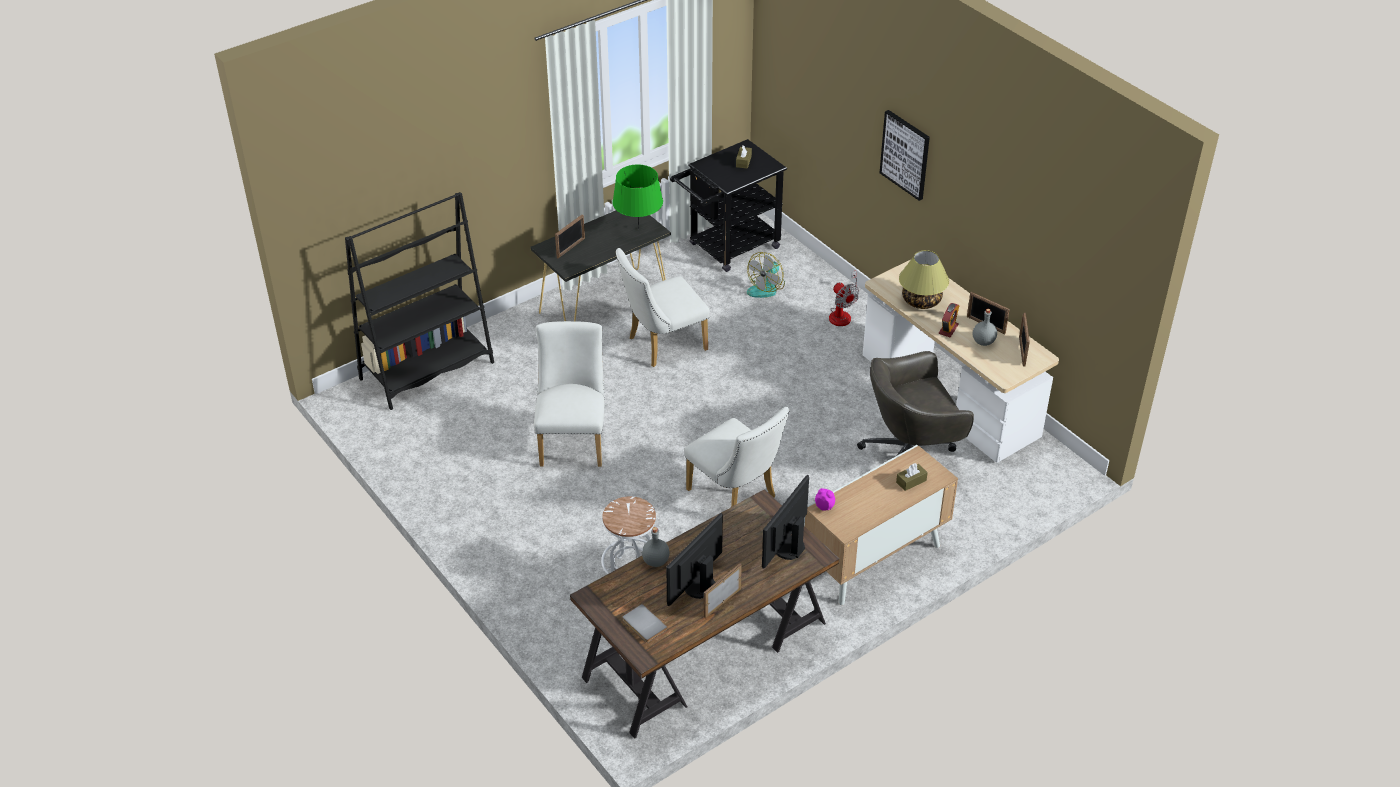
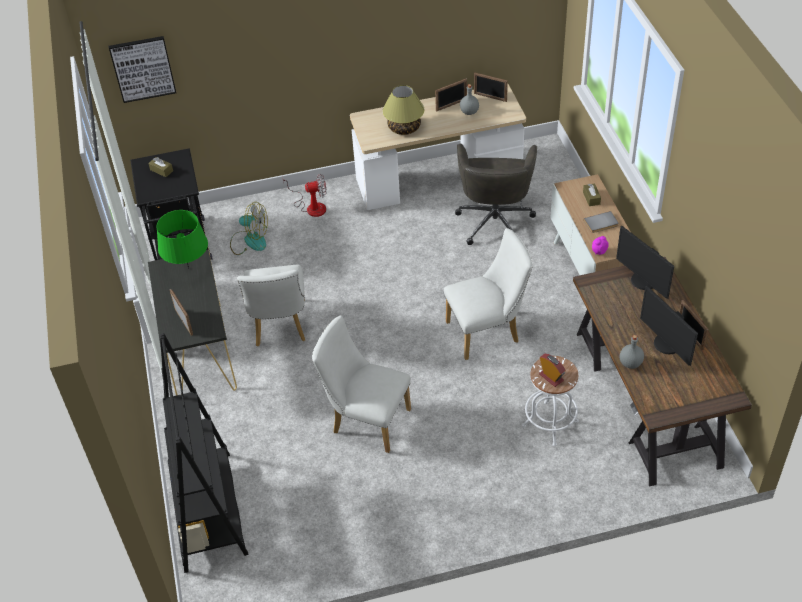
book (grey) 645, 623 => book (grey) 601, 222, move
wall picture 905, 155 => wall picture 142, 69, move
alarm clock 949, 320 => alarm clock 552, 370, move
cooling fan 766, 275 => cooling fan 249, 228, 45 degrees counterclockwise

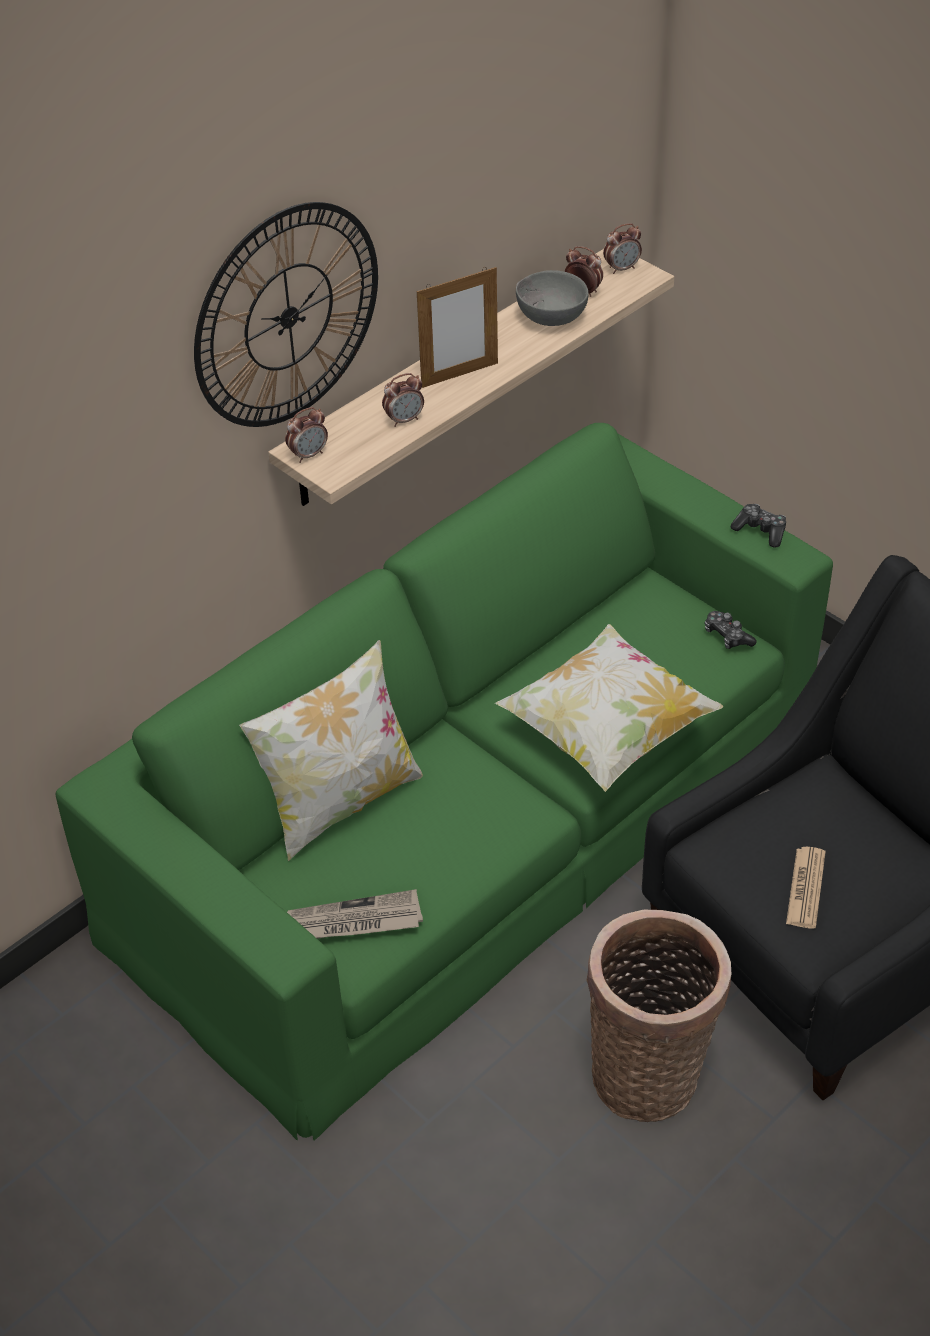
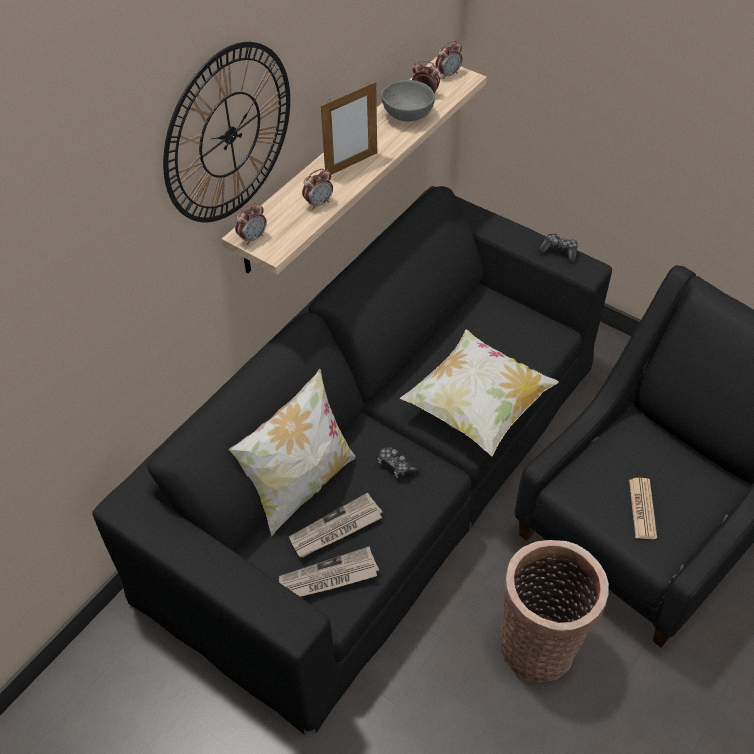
nothing => daily paper 335, 525
gamepad 731, 630 => gamepad 398, 462, move
settee (greenish) 444, 782 => settee (black-coloured) 352, 460

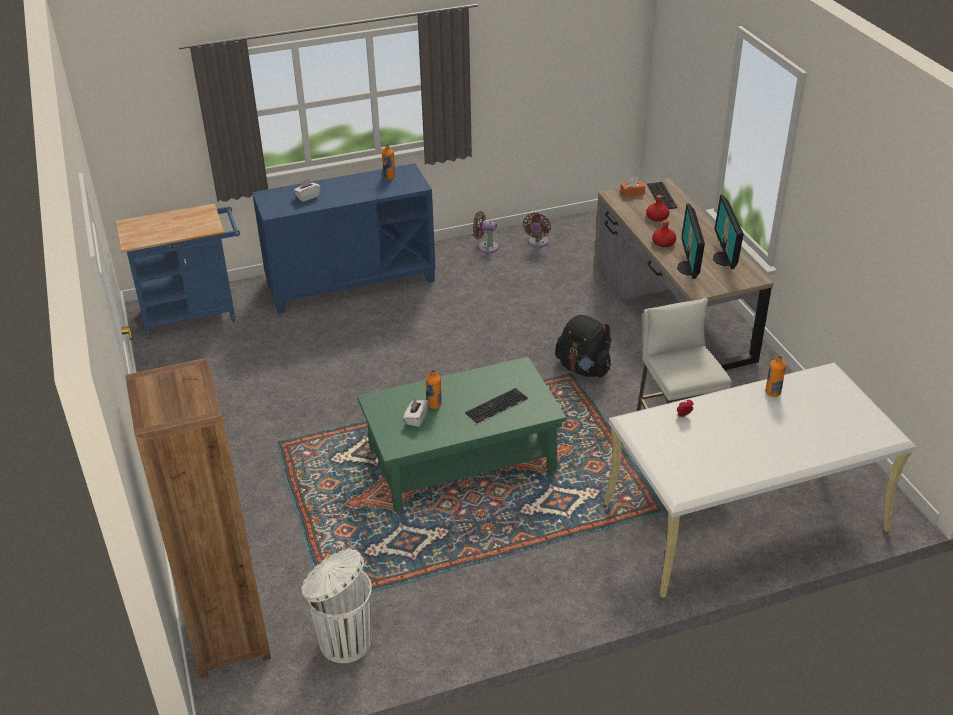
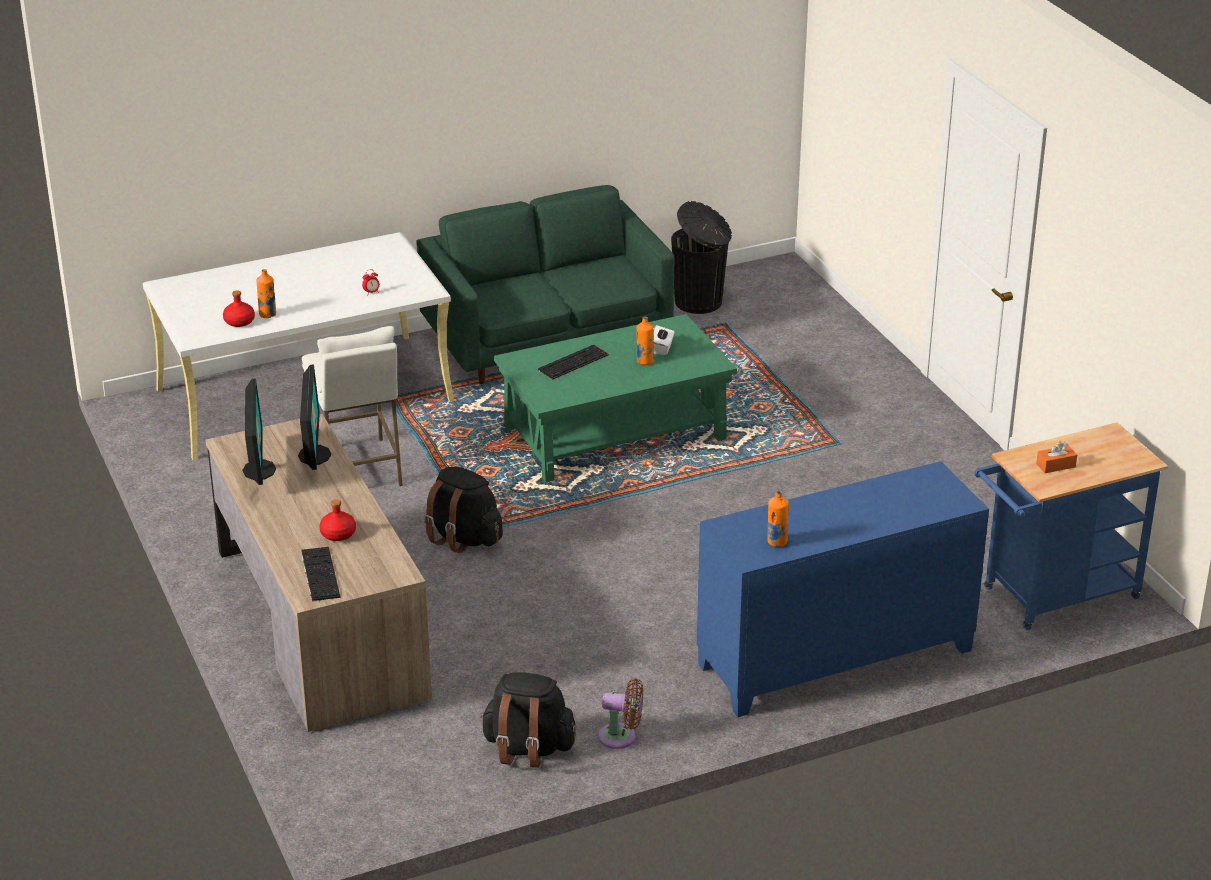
bookcase (brown-coloured) 198, 518 => nothing
box of tissues (white) 307, 190 => nothing
nothing => settee (greenish) 545, 284
box of tissues (orangey) 632, 187 => box of tissues (orangey) 1056, 457, move
drink bottle (reddish) 664, 233 => drink bottle (reddish) 239, 308, move
cooling fan (brown-coloured) 537, 230 => knapsack (black-coloured) 528, 720
waste bin (white) 336, 606 => waste bin (black-coloured) 701, 257

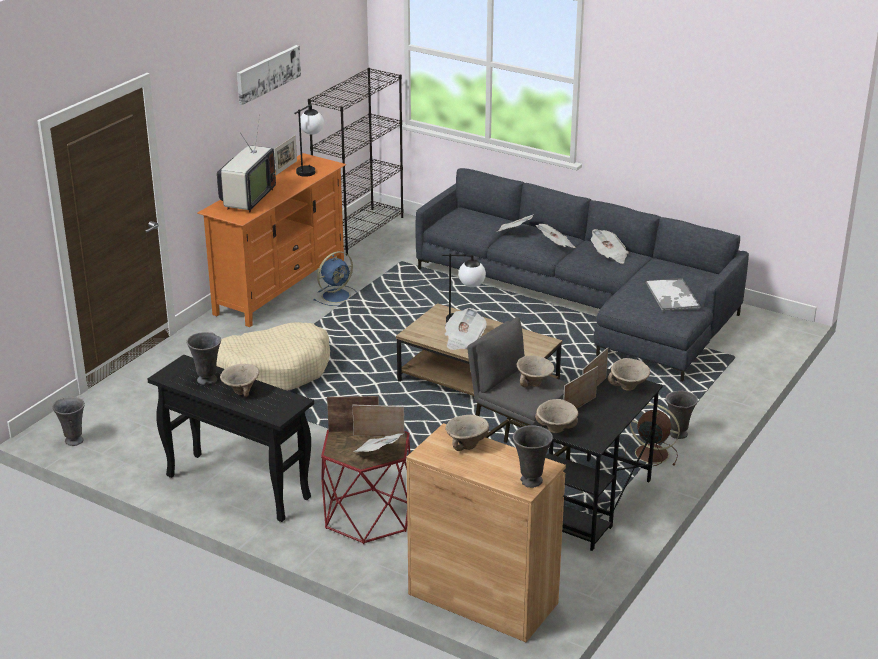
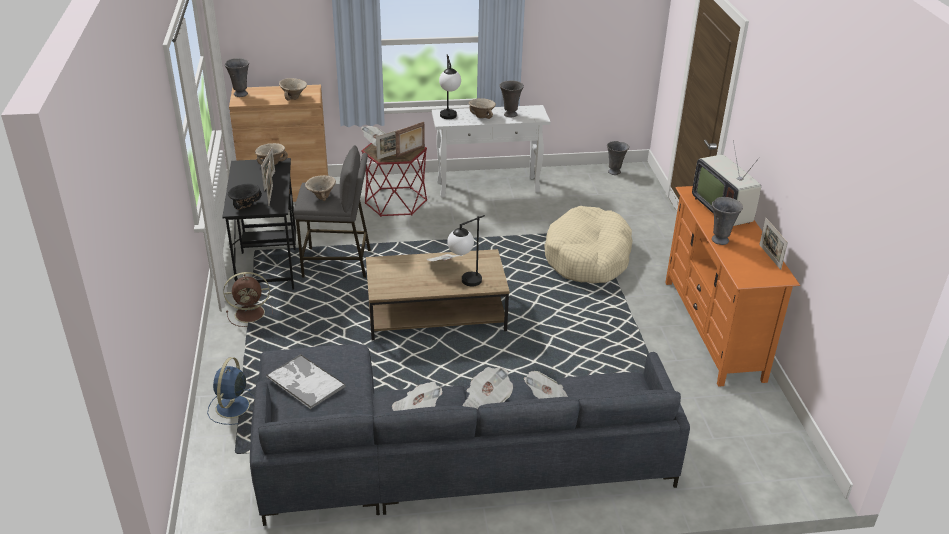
wall picture 269, 75 => nothing
bookcase (black-coloured) 355, 161 => nothing
tabletop lamp 309, 140 => tabletop lamp 450, 87, move
cooling fan (bluish) 335, 278 => cooling fan (bluish) 230, 391, move
decorative vase (grey) 682, 415 => decorative vase (grey) 727, 221, move
hall table (black-coloured) 231, 438 => hall table (white) 491, 151
serving bowl (sand-coloured) 629, 374 => serving bowl (black-coloured) 245, 197

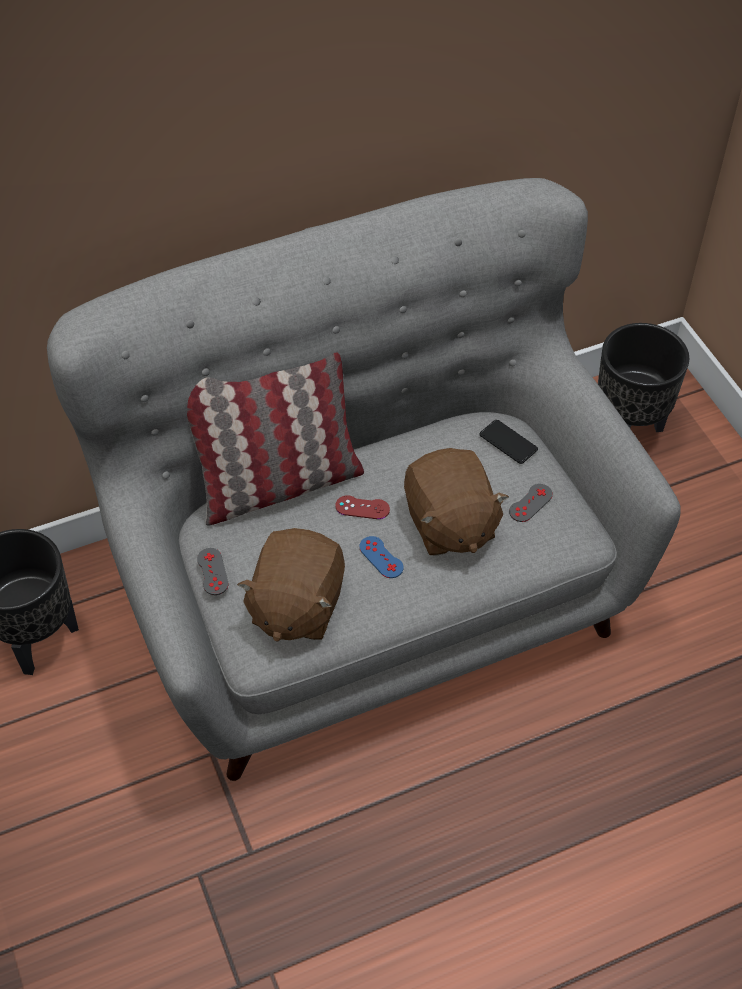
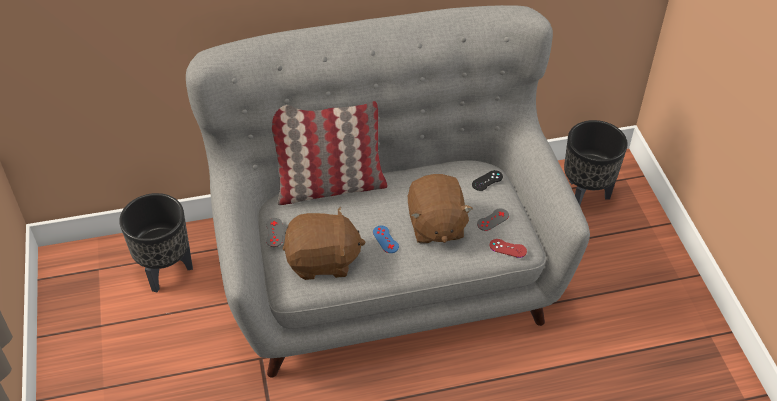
gamepad (reddish) 362, 507 => gamepad (reddish) 508, 248, move
phone 508, 442 => gamepad (black-coloured) 487, 180
cuddly toy (brown-coloured) 291, 585 => cuddly toy (brown-coloured) 324, 243, 120 degrees counterclockwise

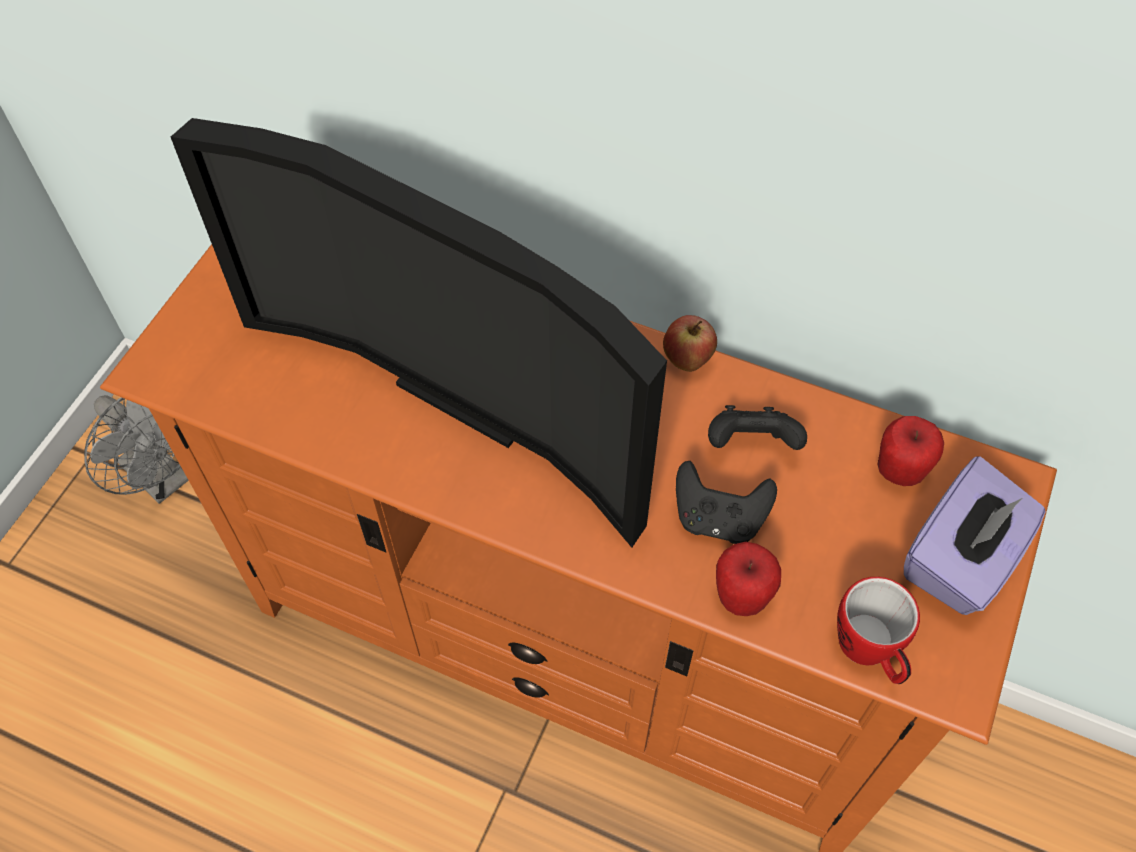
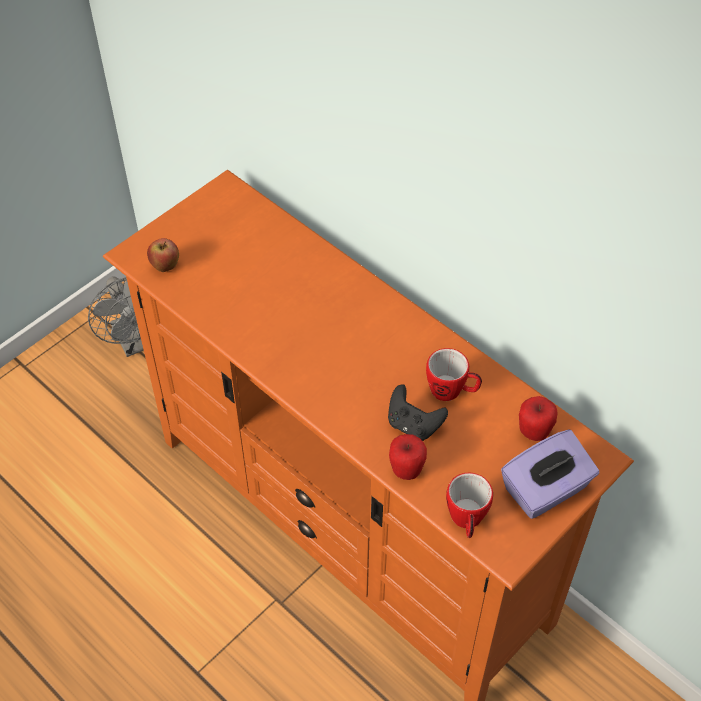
television 419, 332 => nothing
apple 690, 343 => apple 163, 255, move
gamepad (black-coloured) 757, 427 => tea mug 454, 374

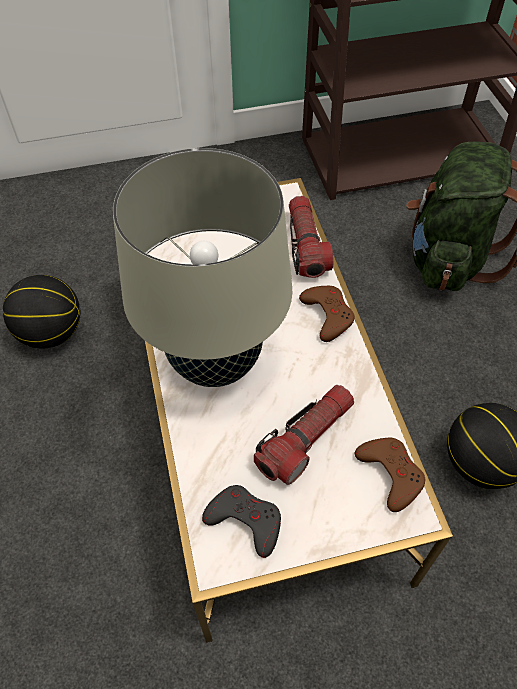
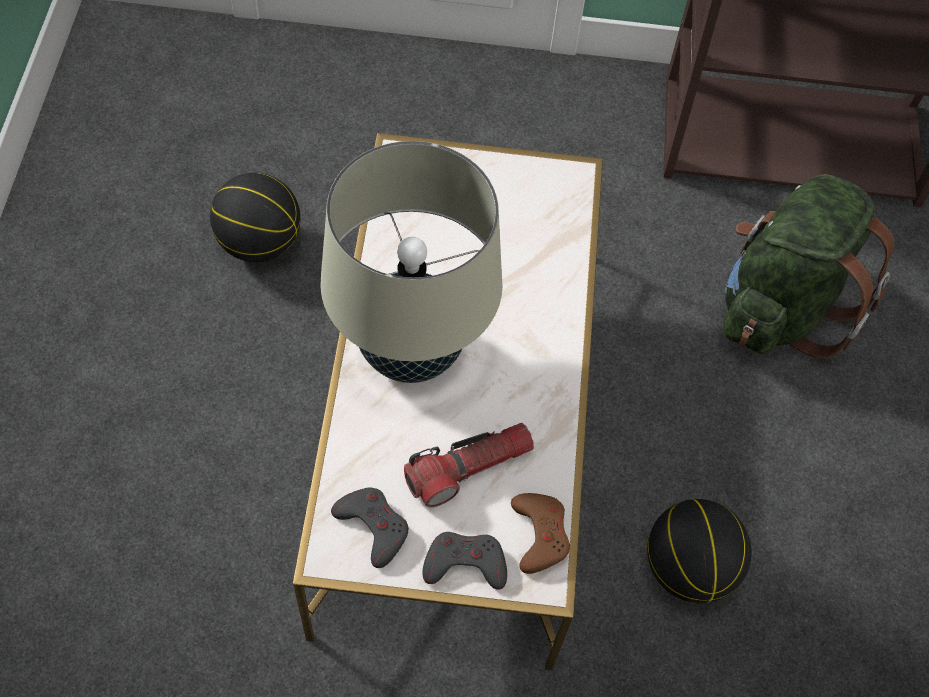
flashlight 311, 237 => nothing
gamepad (brown-coloured) 327, 314 => nothing
nothing => gamepad (grey) 464, 561

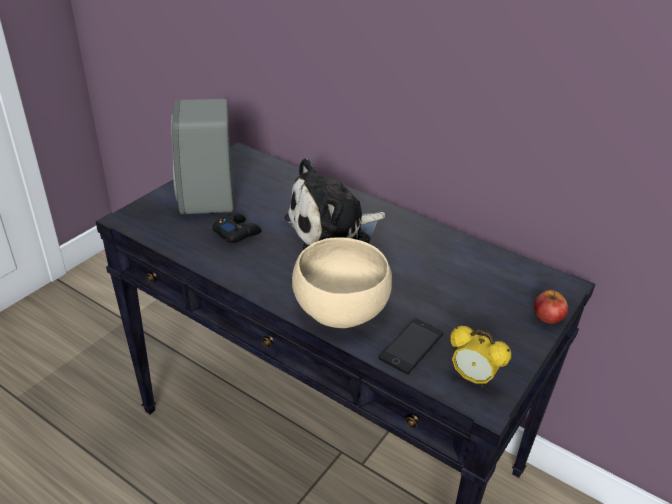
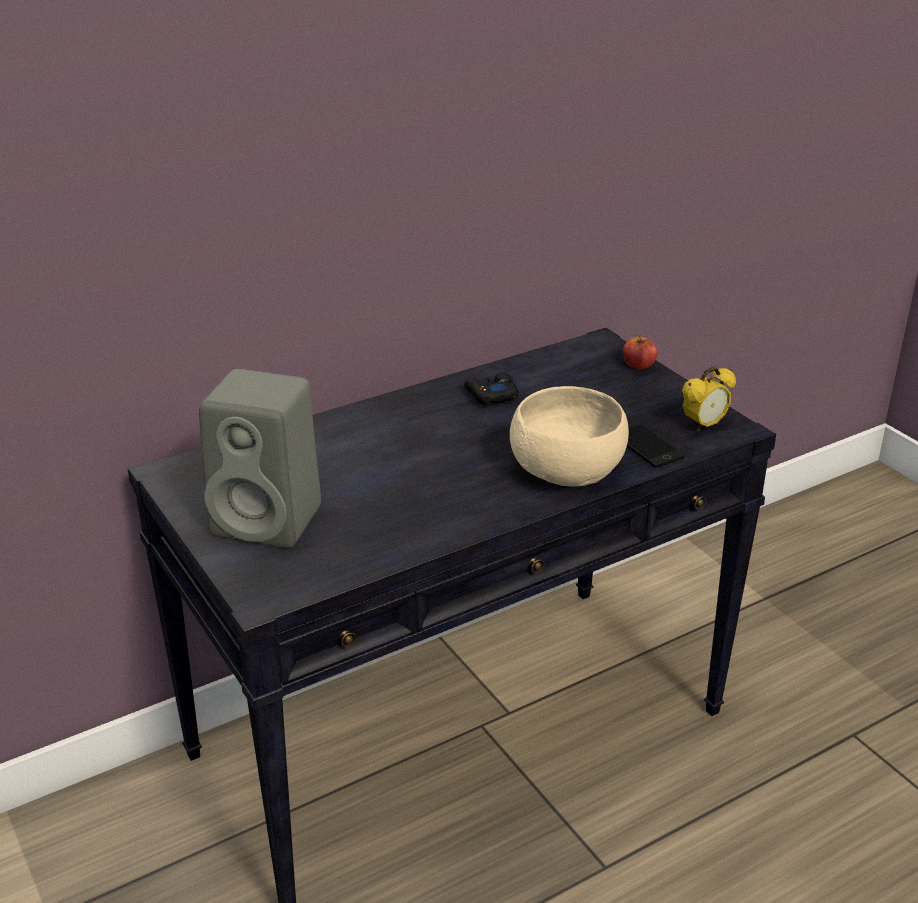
cuddly toy 335, 204 => nothing
gamepad (black-coloured) 237, 227 => gamepad (black-coloured) 491, 388, move

